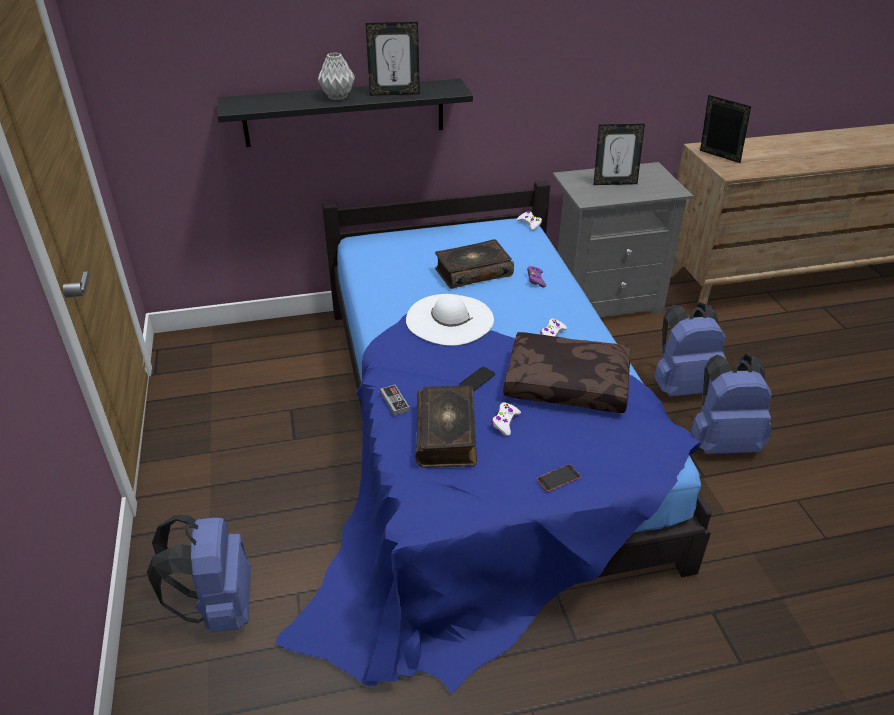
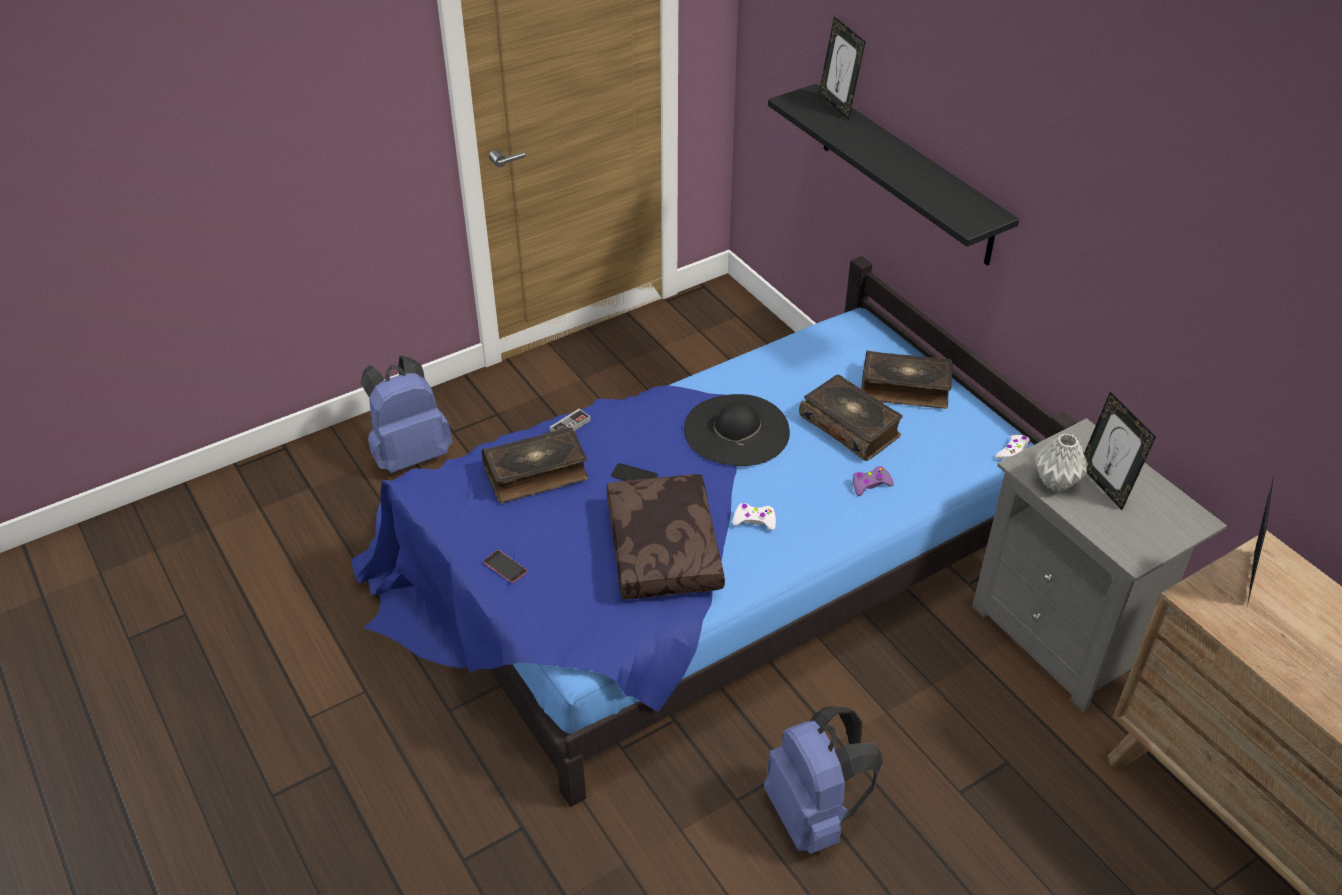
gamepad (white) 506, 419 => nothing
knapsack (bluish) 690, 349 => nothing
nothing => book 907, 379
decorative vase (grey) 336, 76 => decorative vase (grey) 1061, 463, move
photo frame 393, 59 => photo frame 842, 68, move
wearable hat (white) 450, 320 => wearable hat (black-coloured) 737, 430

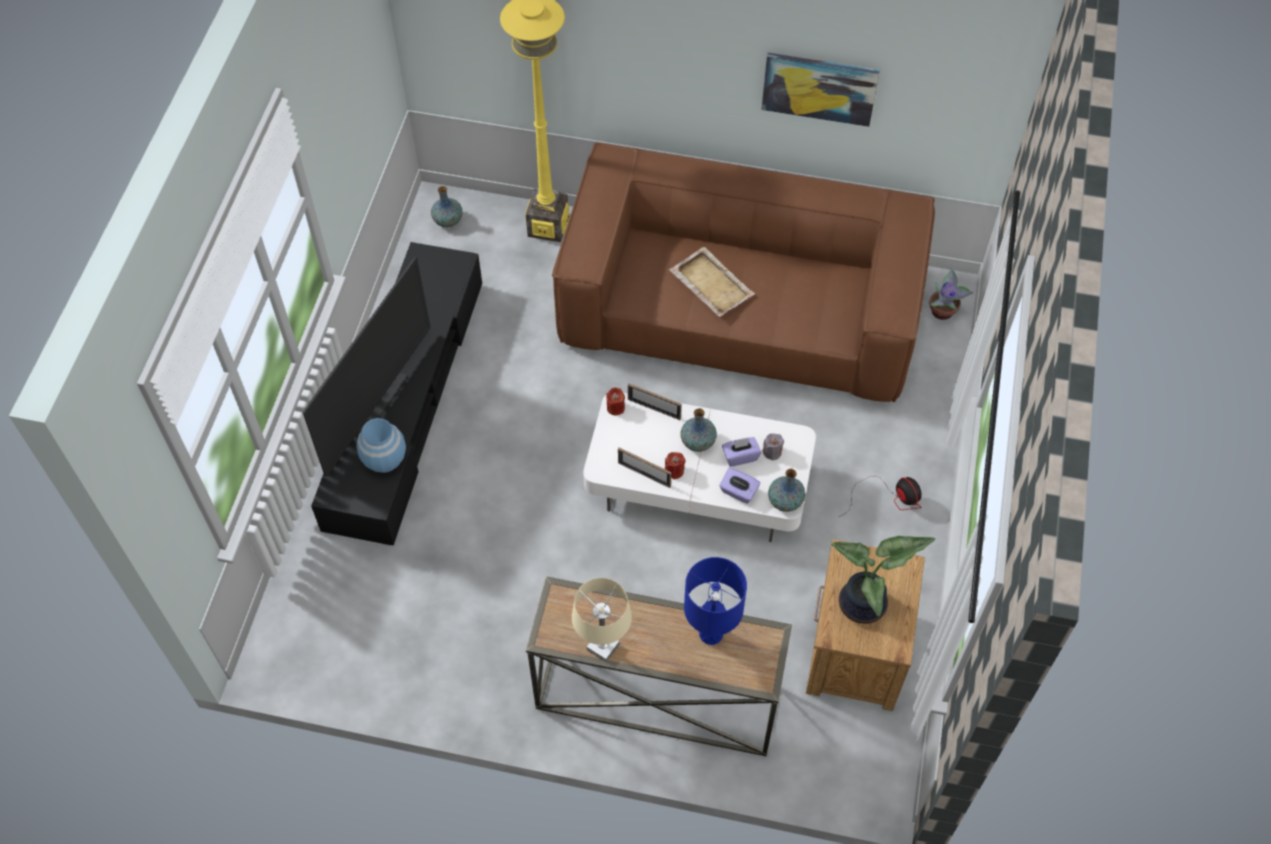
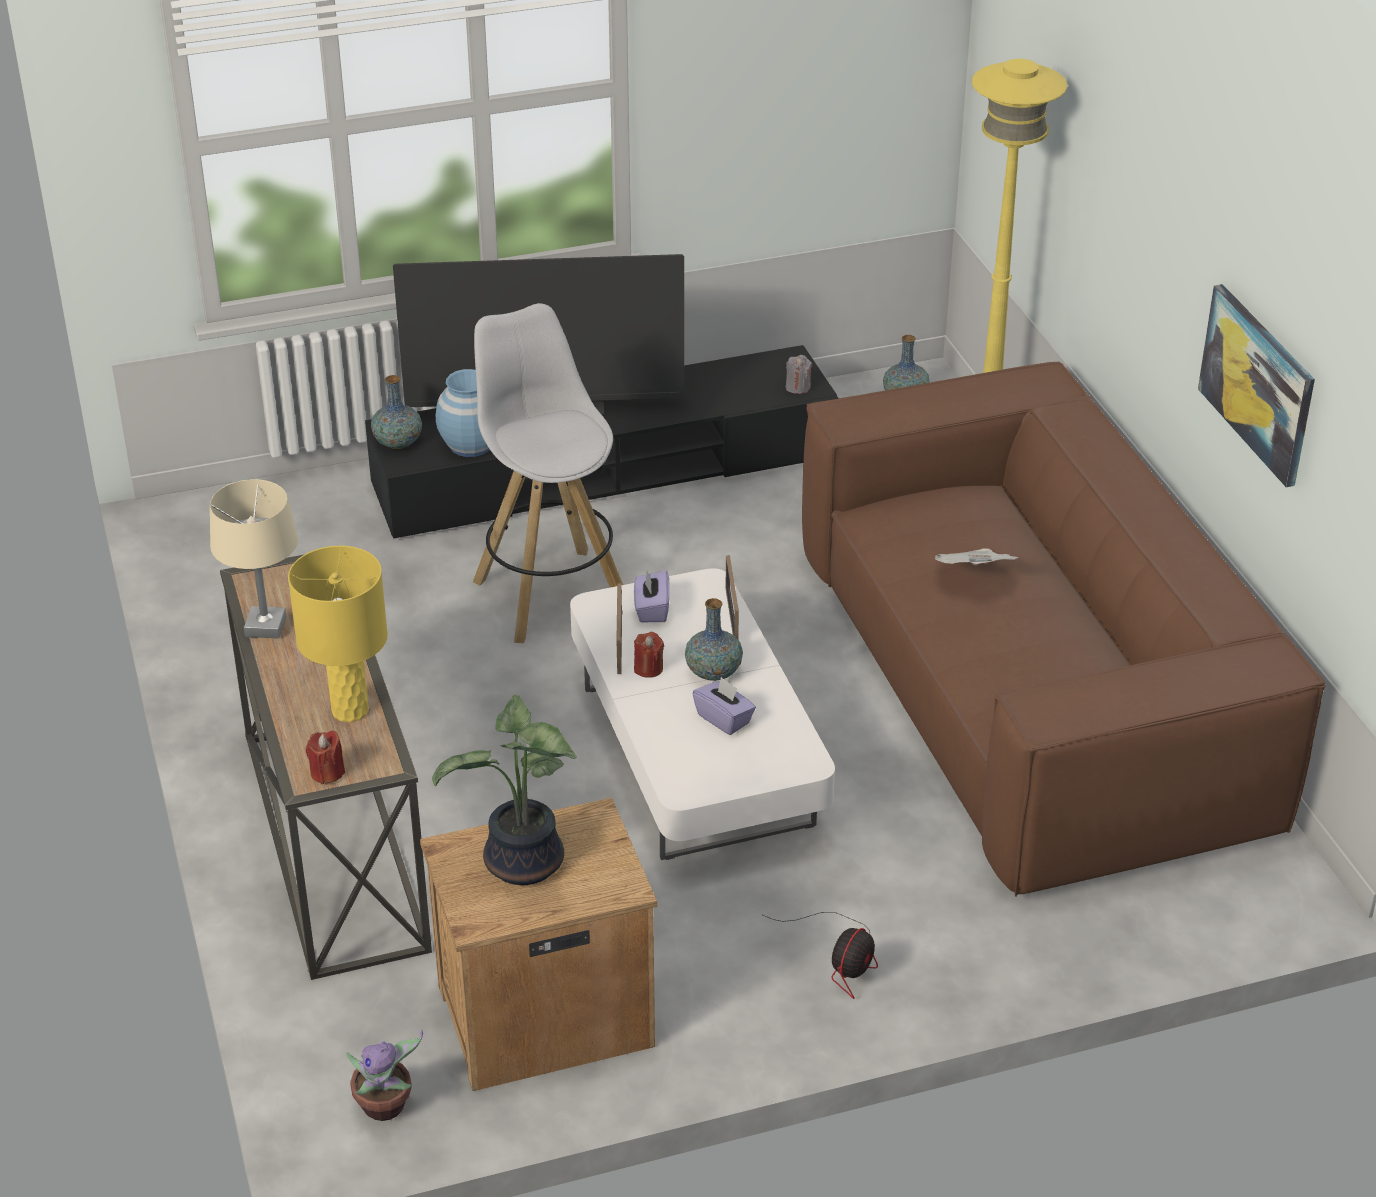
nothing => stool (white) 548, 473
wax candle (reddish) 615, 401 => wax candle (reddish) 325, 757, move
box of tissues (purple) 739, 486 => box of tissues (purple) 652, 596, move
wax candle (grey) 773, 447 => wax candle (grey) 799, 374, move
decorative vase 786, 490 => decorative vase 396, 412, move
houseplant 951, 293 => houseplant 384, 1075, move
serving tray (sand-coloured) 712, 282 => daily paper 977, 557
tabletop lamp (bluish) 715, 601 => tabletop lamp (yellow) 338, 634

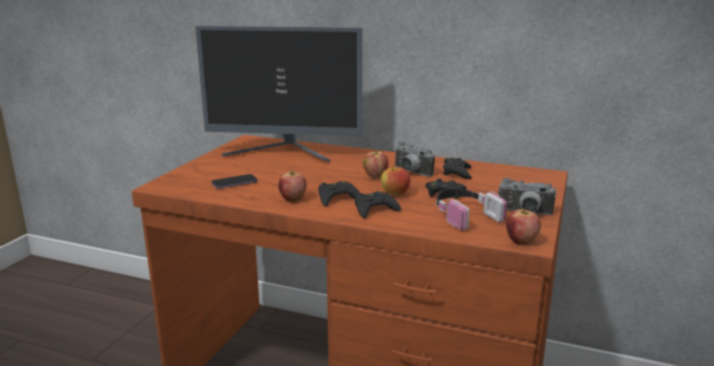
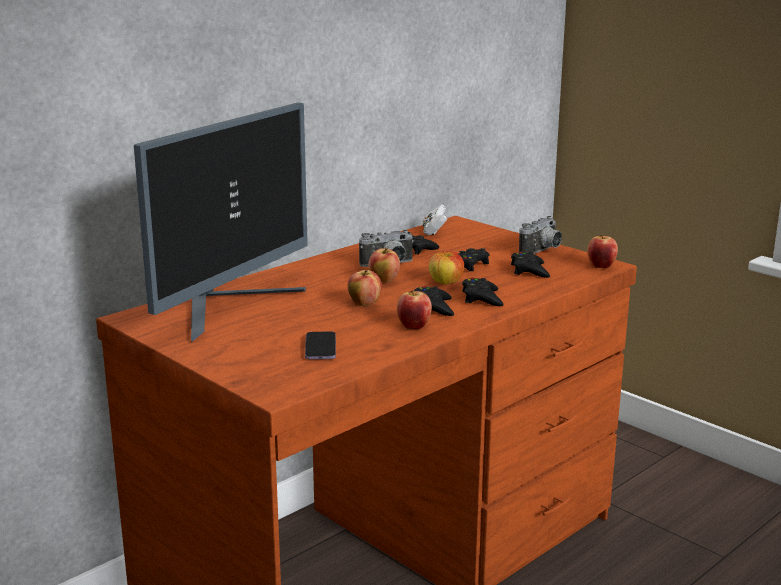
nothing => apple 364, 288
nothing => gamepad (white) 435, 220
pair of headphones 471, 209 => gamepad (black-coloured) 530, 265

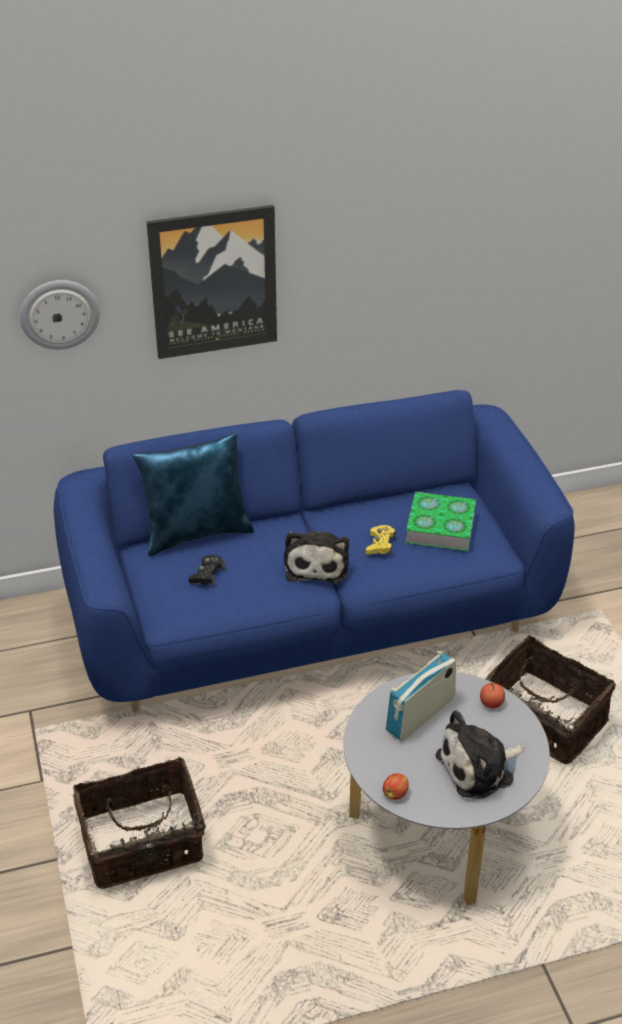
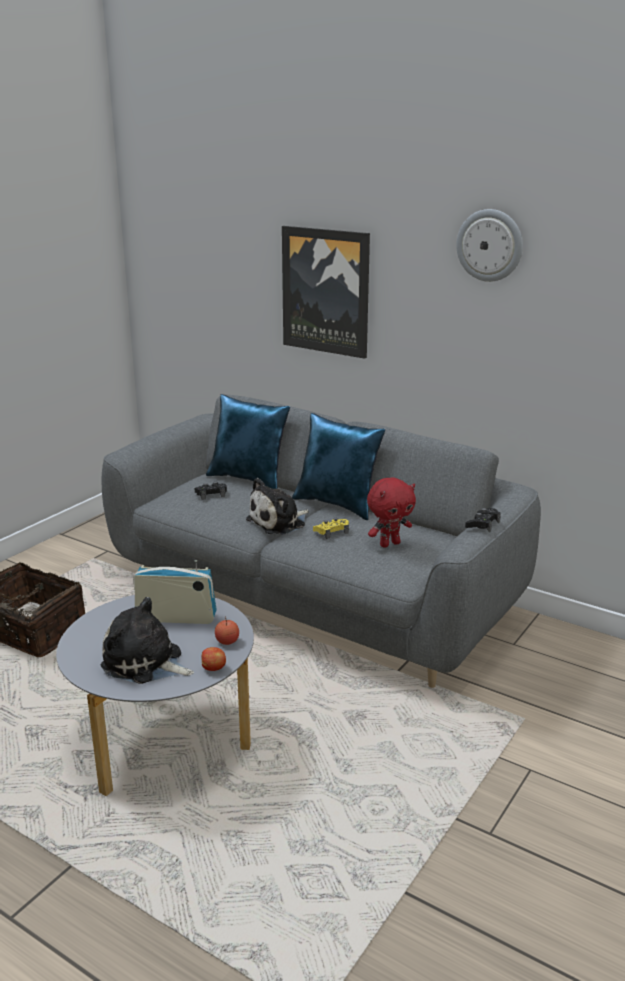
household basket 550, 699 => nothing
nothing => throw pillow (bluish) 338, 466
nothing => gamepad (black-coloured) 483, 520
hanging clock 60, 315 => hanging clock 489, 245, move
apple 396, 786 => apple 214, 659, move
book 440, 521 => cuddly toy (reddish) 391, 513
settee (bluish) 314, 551 => settee (grey) 321, 541

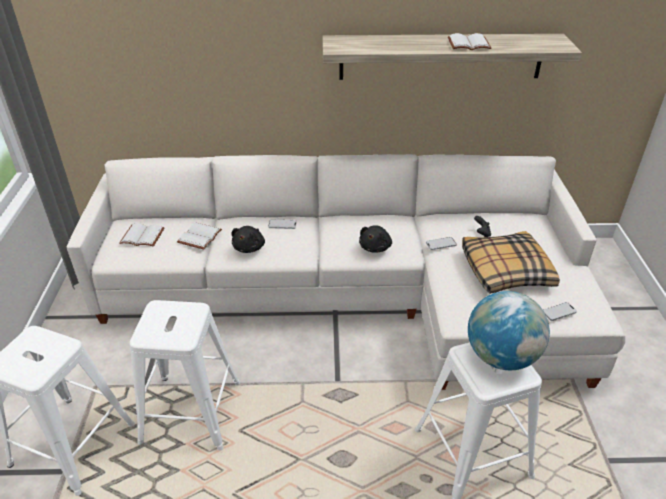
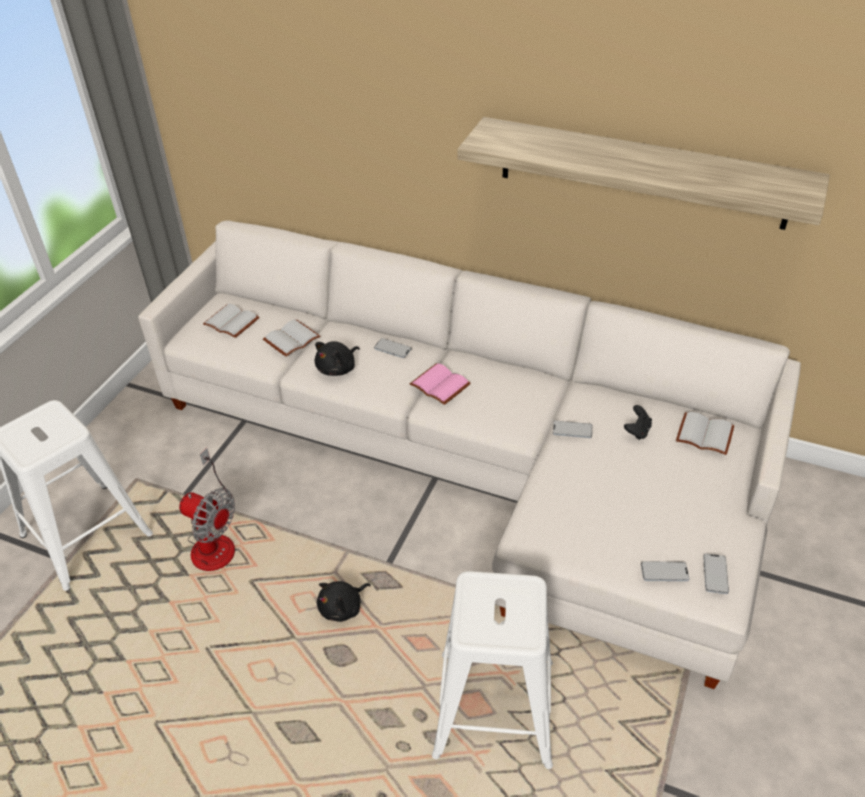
throw pillow 511, 262 => nothing
world globe 509, 330 => nothing
nothing => book (pink-coloured) 440, 384
nothing => phone 716, 574
cuddly toy (black-coloured) 375, 239 => cuddly toy (black-coloured) 344, 601, move
book (white) 469, 41 => book (white) 705, 433, move
stool (white) 185, 375 => cooling fan 207, 509

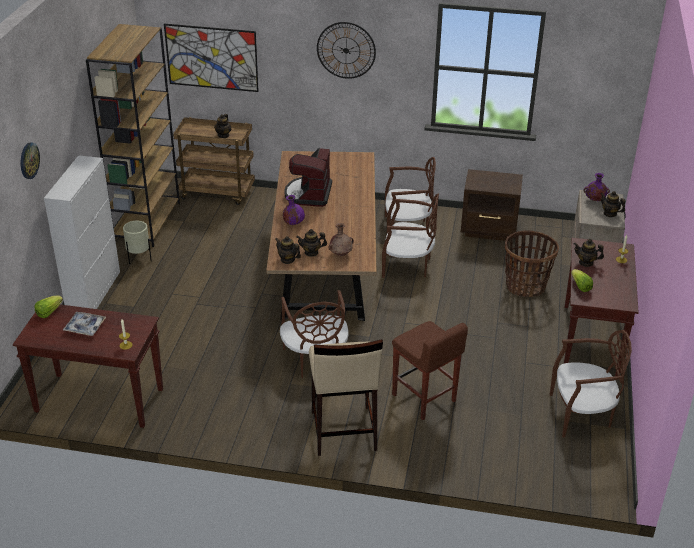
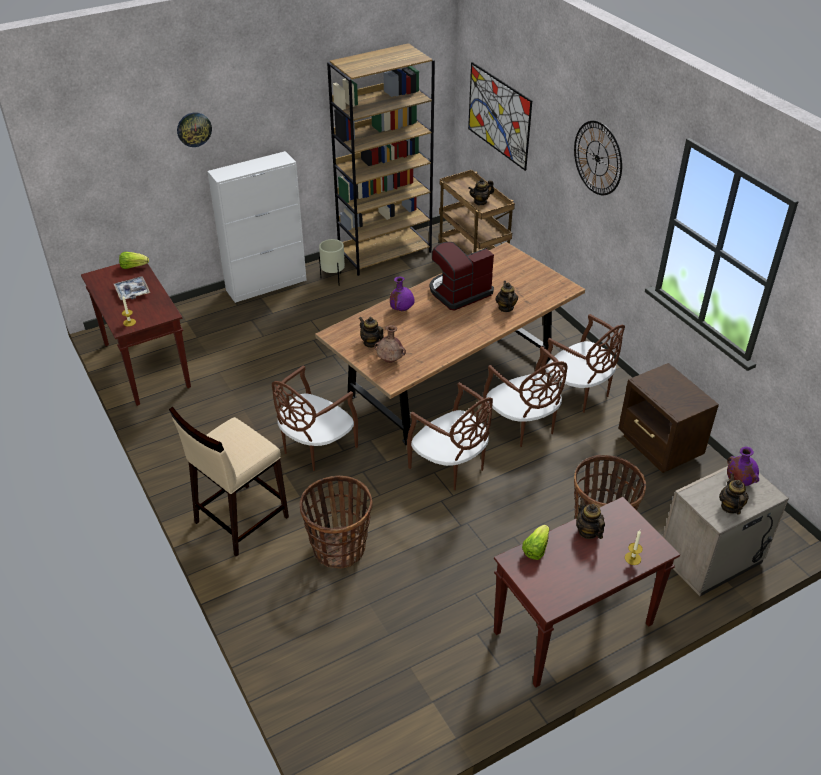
teapot 288, 250 => teapot 506, 296, move
chair (brown-coloured) 591, 383 => chair (brown-coloured) 450, 436, move
stool (brown-coloured) 430, 370 => household basket 336, 522

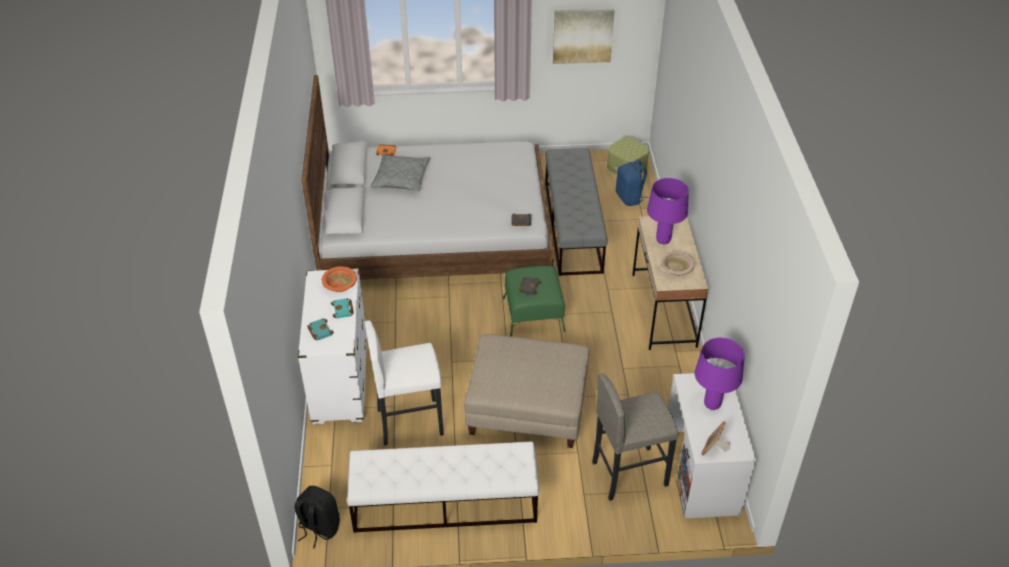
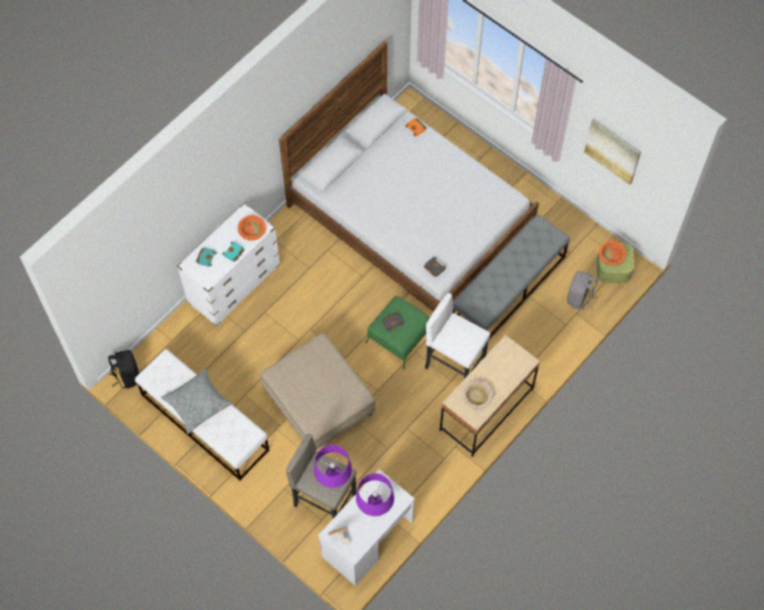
nothing => serving bowl (orangey) 612, 253
stool (white) 404, 383 => stool (white) 457, 336, move
throw pillow (grey) 400, 172 => throw pillow (grey) 196, 401, move
tabletop lamp (purple) 668, 211 => tabletop lamp (purple) 333, 466, move
knapsack (bluish) 632, 182 => knapsack (grey) 582, 290

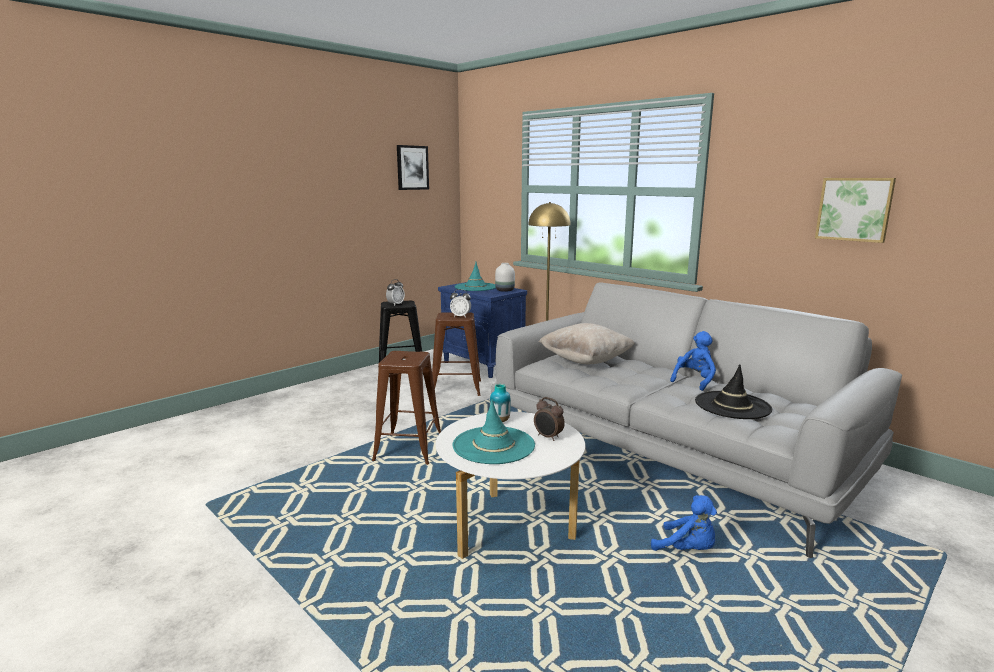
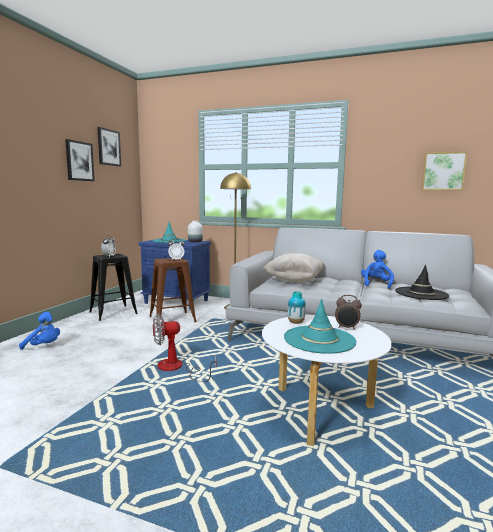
nothing => wall picture 80, 160
cuddly toy (bluish) 684, 523 => cuddly toy (bluish) 39, 331, move
stool (brown-coloured) 406, 408 => cooling fan 185, 348

